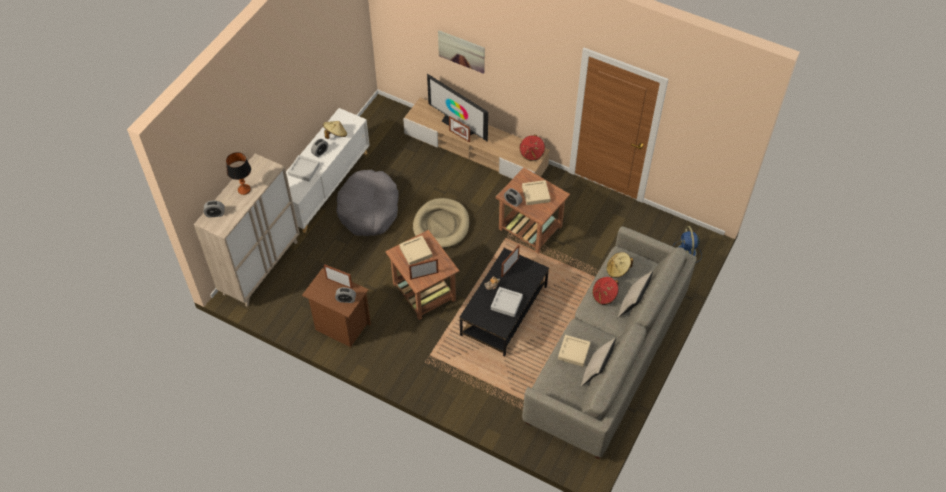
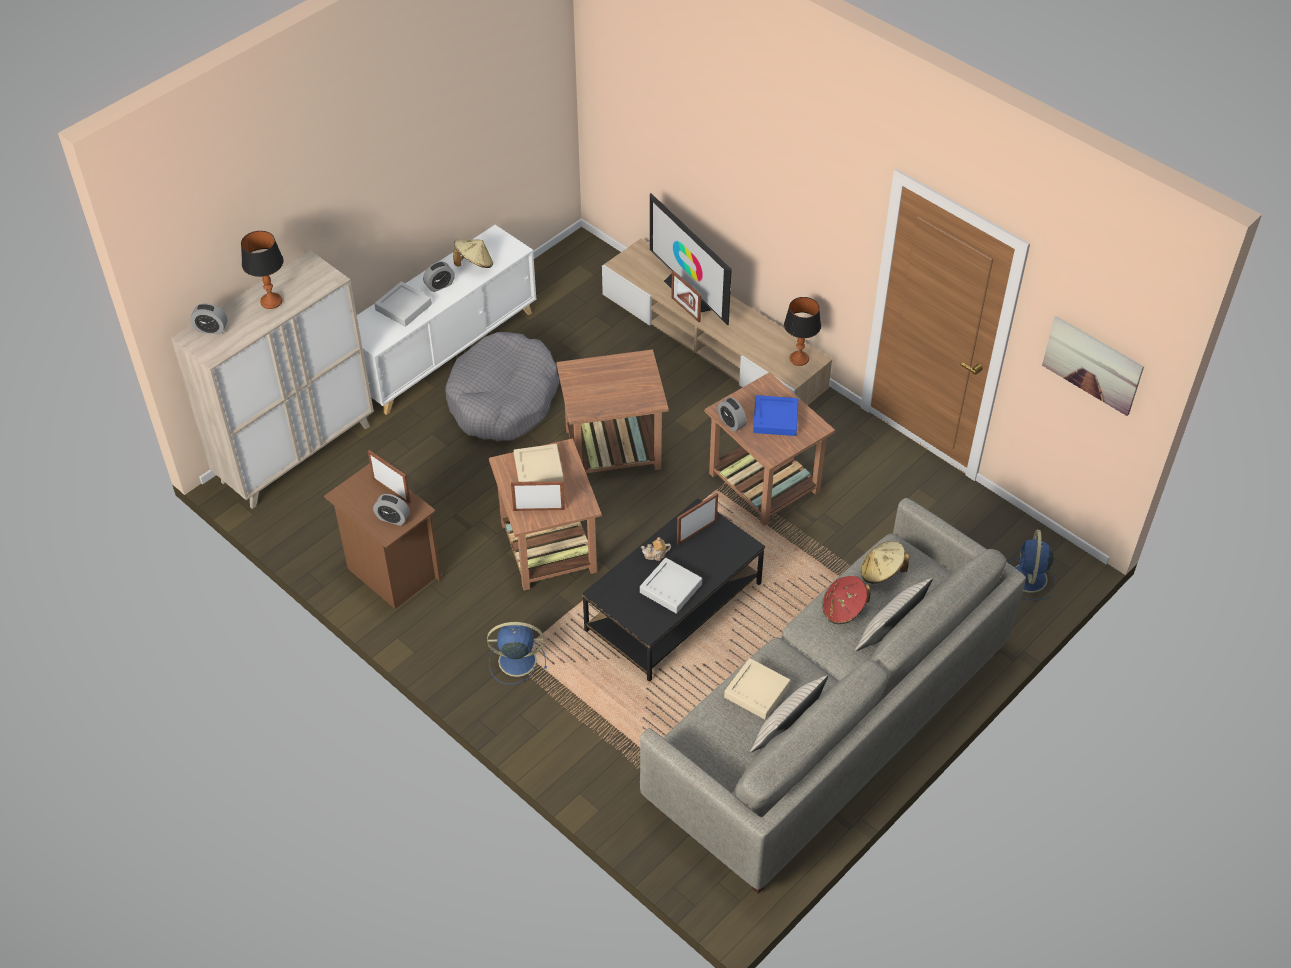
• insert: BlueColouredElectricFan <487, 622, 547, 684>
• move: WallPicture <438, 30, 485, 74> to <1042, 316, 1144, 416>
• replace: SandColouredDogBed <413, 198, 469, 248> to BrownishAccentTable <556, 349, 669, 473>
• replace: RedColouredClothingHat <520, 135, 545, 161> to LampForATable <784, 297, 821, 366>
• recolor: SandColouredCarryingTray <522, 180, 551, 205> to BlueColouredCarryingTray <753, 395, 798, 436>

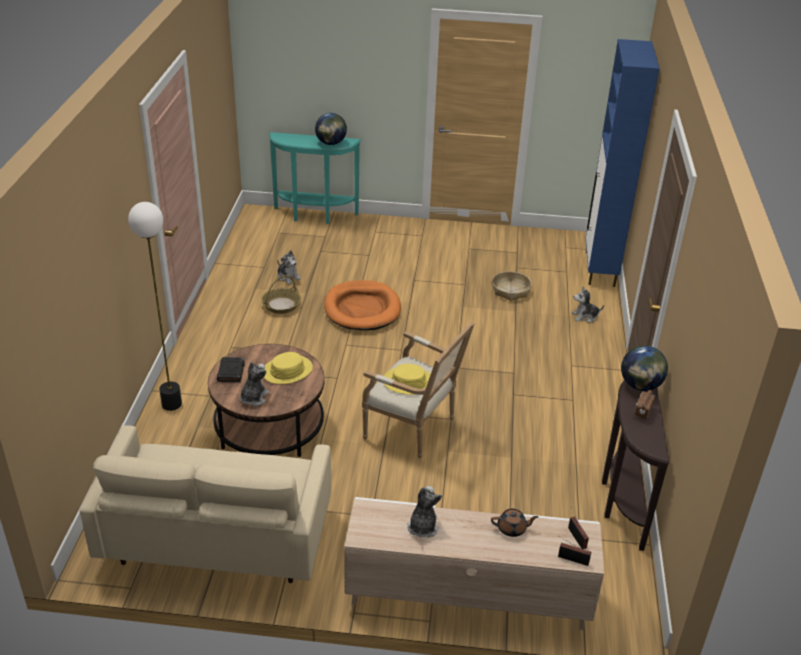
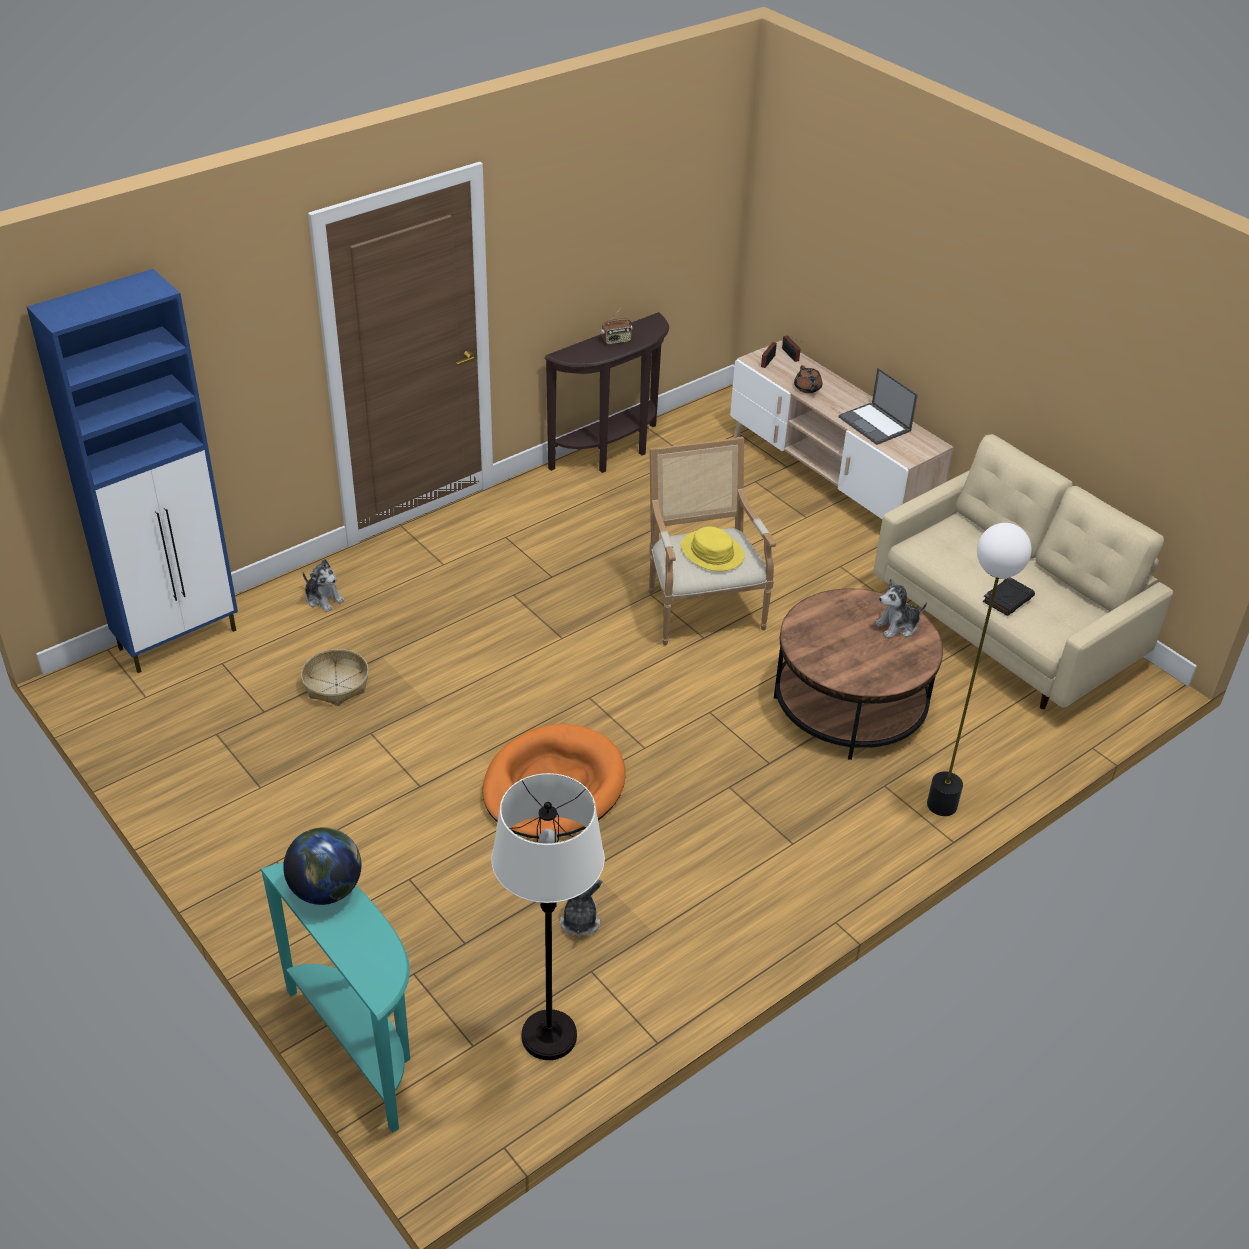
• delete: Basket <261, 275, 301, 314>
• delete: YellowColouredClothingHat <264, 352, 313, 384>
• delete: WorldGlobe <621, 345, 668, 391>
• insert: WhitishStandardLamp <491, 773, 605, 1060>
• move: BlackColouredBook <217, 357, 245, 382> to <982, 577, 1035, 616>
• replace: PlushToy <407, 486, 442, 538> to PortableComputer <839, 368, 918, 445>
• rotate: BrownishTeapot <491, 509, 538, 537> = <794, 365, 822, 393> 150 degrees counterclockwise

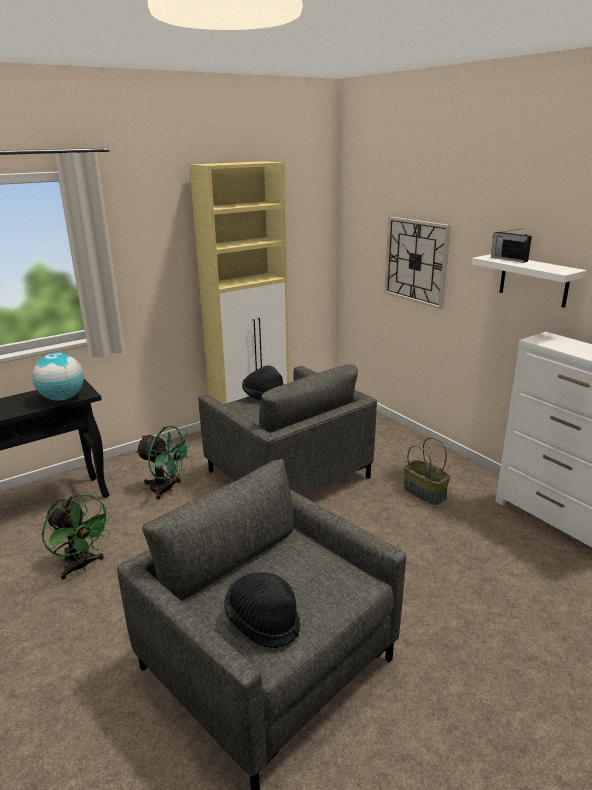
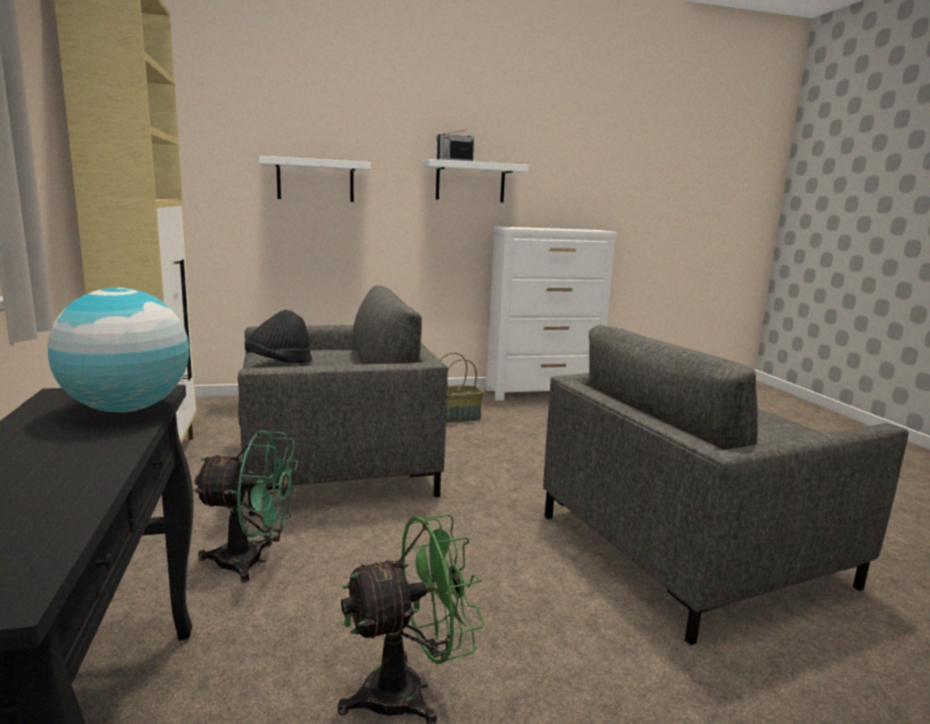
• delete: BlackColouredClothingHat <224, 572, 300, 648>
• replace: WallClock <385, 217, 451, 309> to WhitishWallShelf <259, 156, 371, 202>
• rotate: GreenElectricFan <135, 425, 192, 500> = <193, 430, 298, 583> 45 degrees clockwise

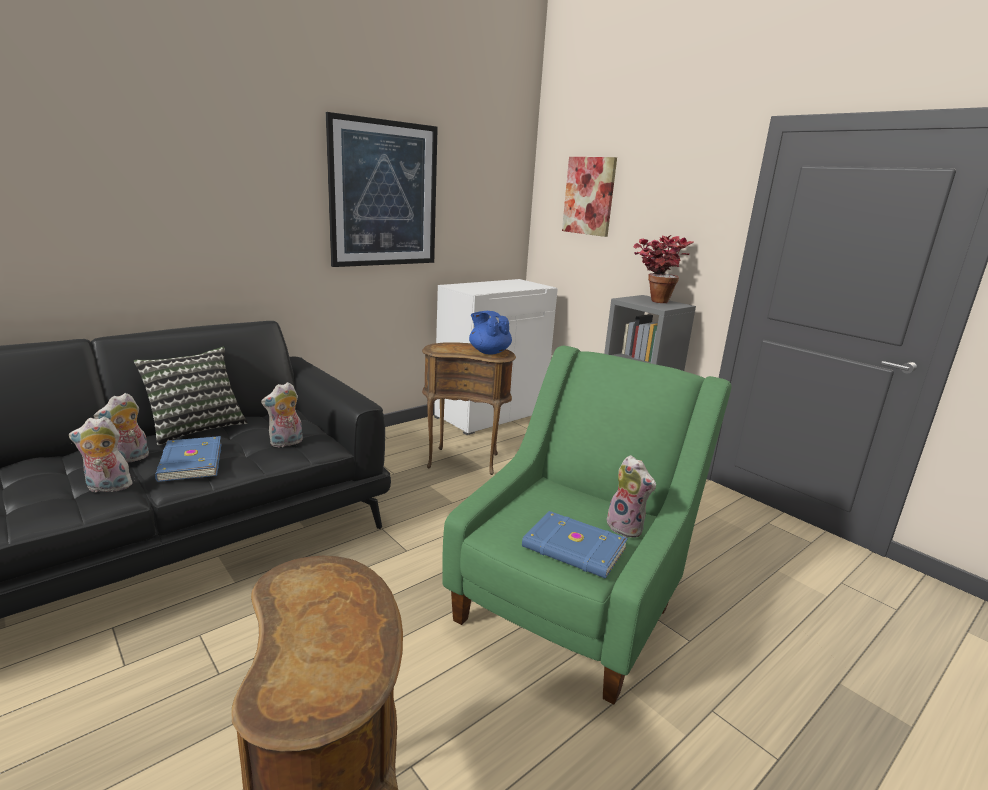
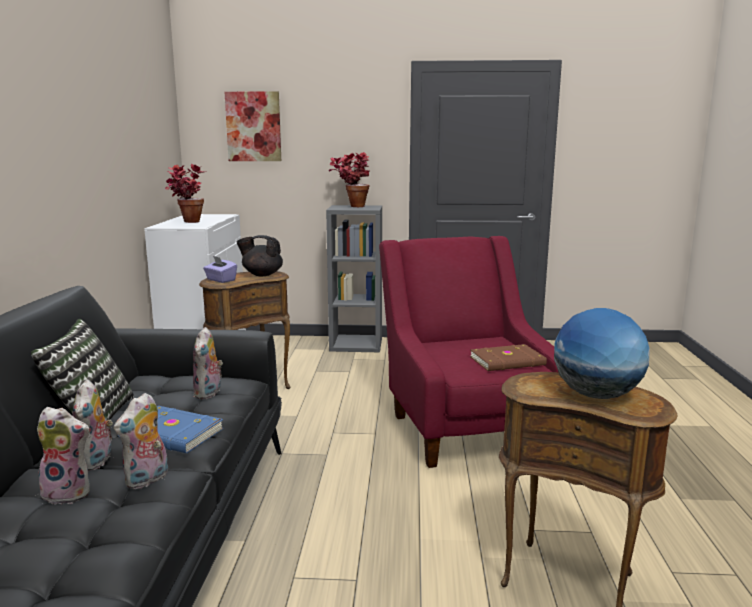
• delete: WallPicture <326, 112, 438, 267>
• insert: PottedPlant <165, 164, 205, 223>
• insert: PurpleTissueHolder <203, 256, 237, 283>
• insert: WorldGlobe <554, 308, 650, 399>
• move: PlushToy <607, 455, 656, 538> to <37, 407, 90, 505>
• recolor: GreenArmchair <442, 346, 731, 704> to RedColouredArmchair <379, 236, 558, 468>
• recolor: BlueColouredTeapot <469, 311, 512, 355> to BlackColouredTeapot <237, 235, 283, 276>
• recolor: BlueColouredBook <522, 511, 628, 579> to BrownishBook <470, 344, 547, 371>

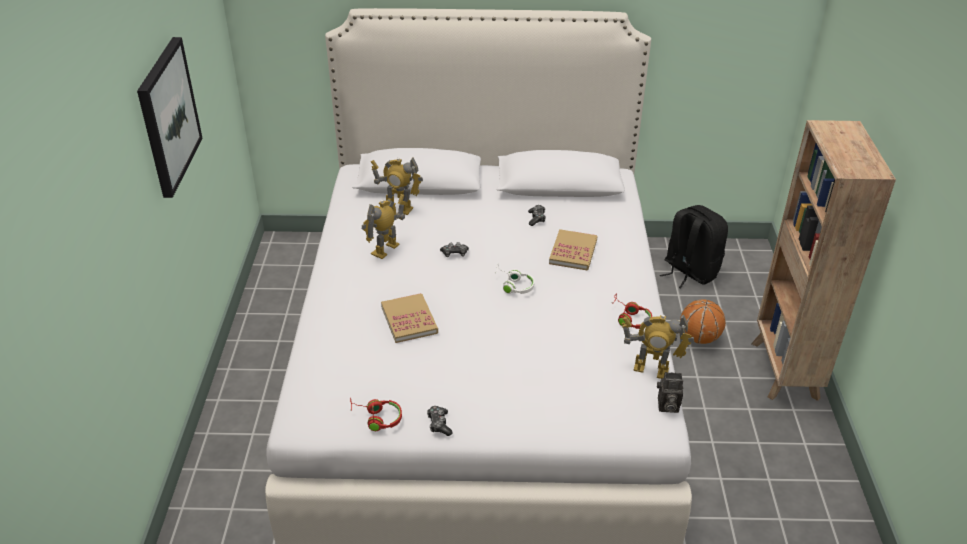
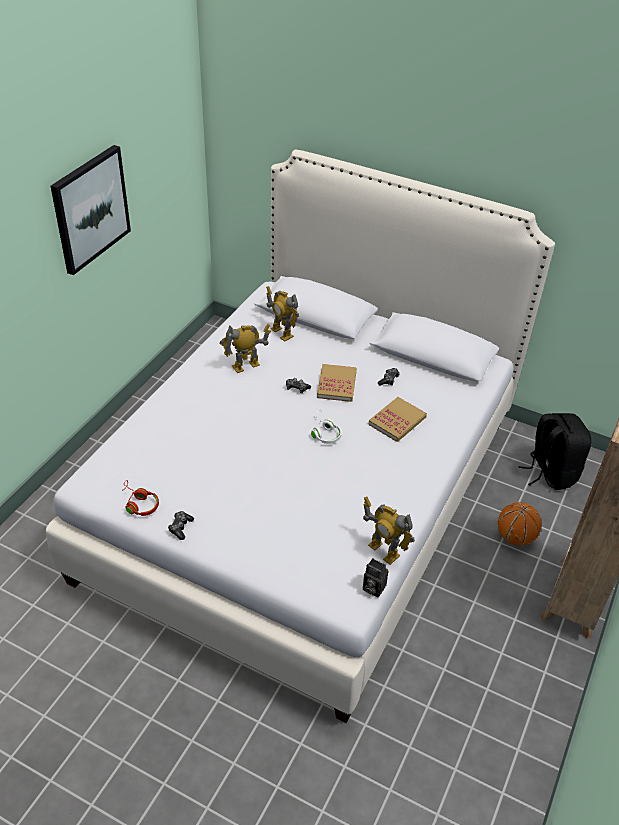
• delete: RedColouredPairOfHeadphones <612, 294, 652, 329>
• move: Book <381, 293, 438, 343> to <317, 364, 357, 402>

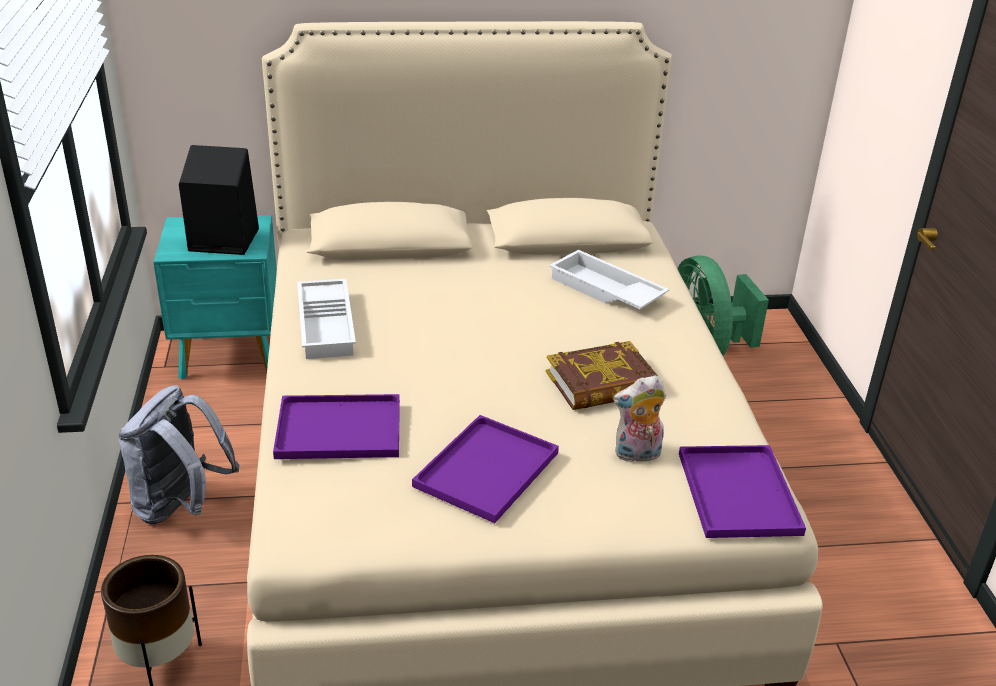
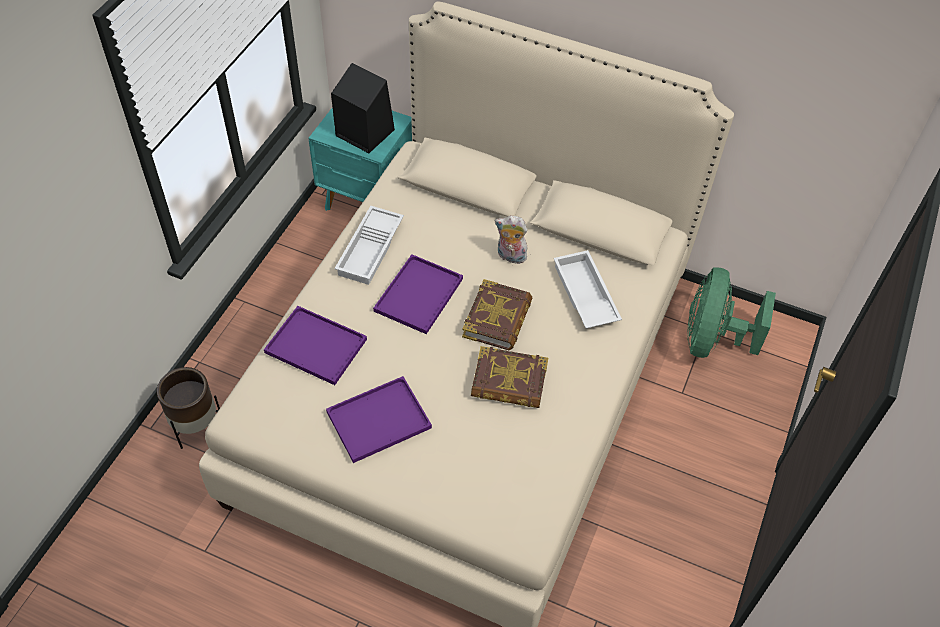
• delete: GrayBackpack <119, 385, 239, 524>
• insert: Book <462, 279, 532, 351>
• move: PlushToy <613, 375, 666, 462> to <495, 216, 528, 264>
• move: PurpleCarryingTray <679, 445, 806, 538> to <373, 254, 463, 334>

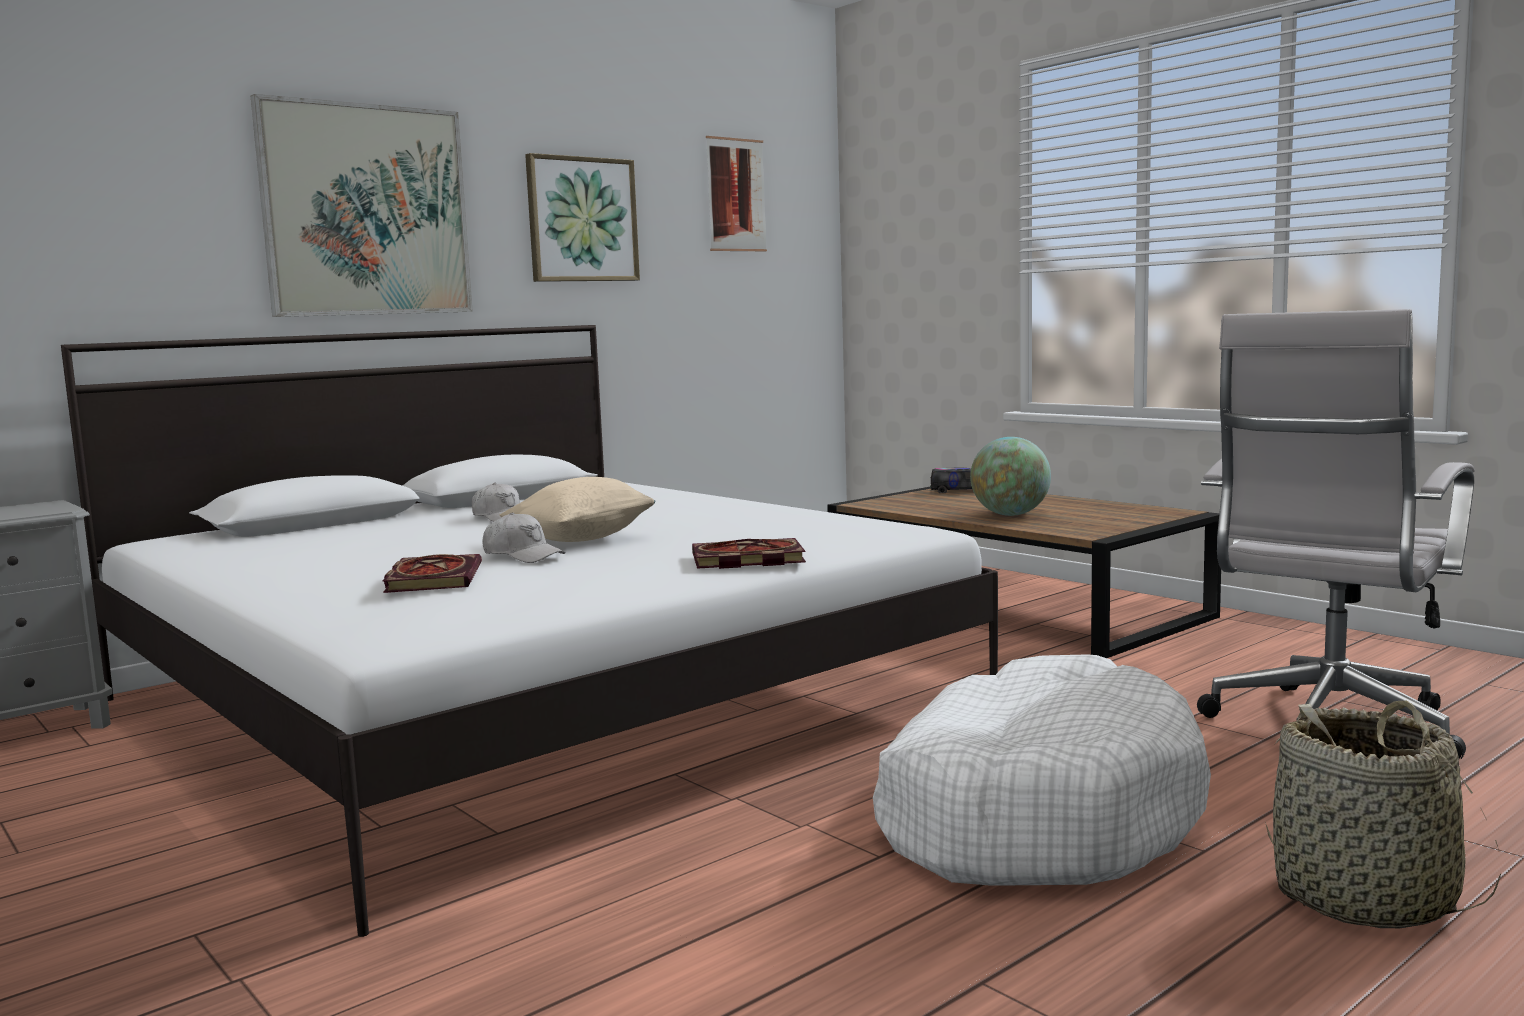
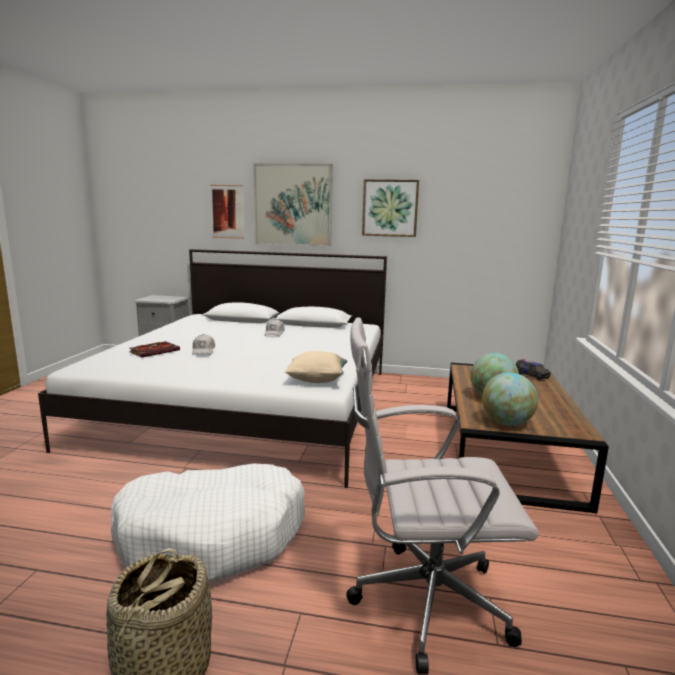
• delete: Book <692, 538, 806, 569>
• insert: WorldGlobe <482, 372, 538, 426>
• move: SandColouredCushion <500, 477, 656, 542> to <285, 351, 348, 383>
• move: WallPicture <706, 136, 767, 251> to <210, 185, 244, 239>

